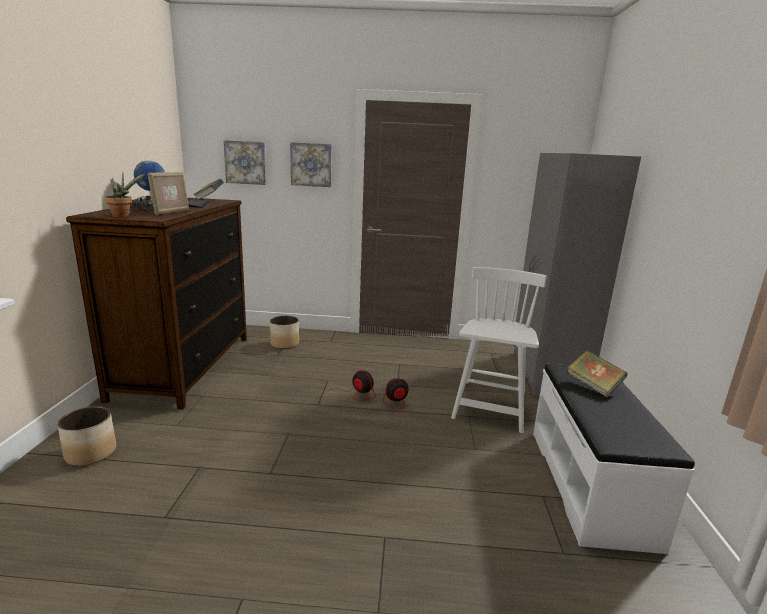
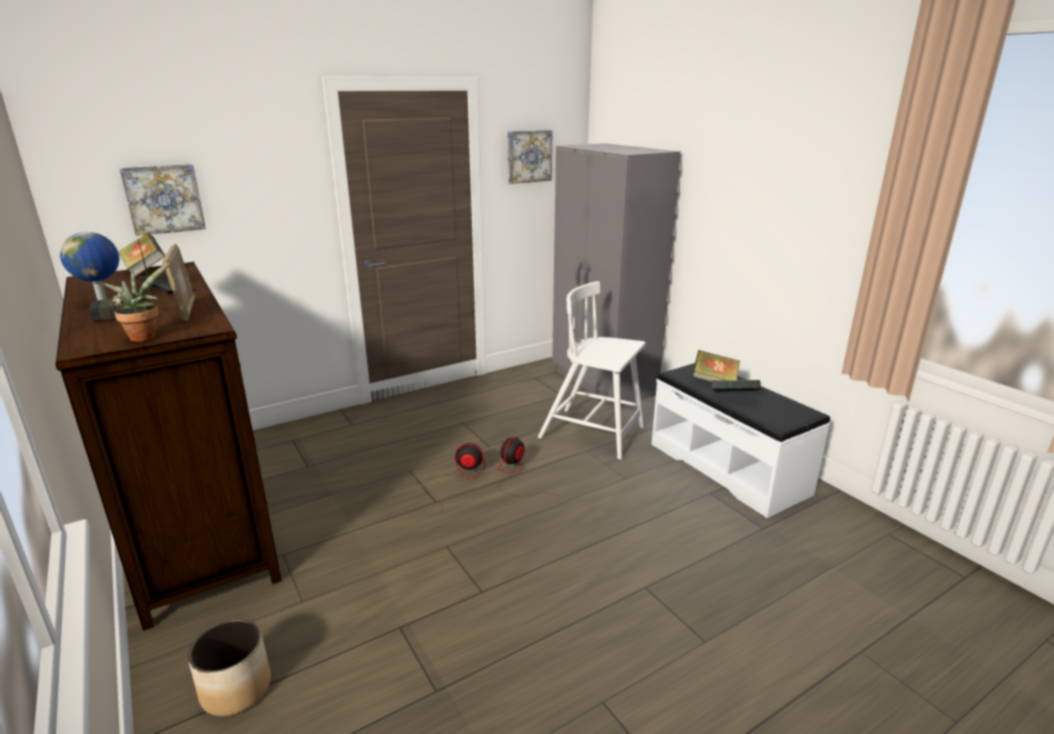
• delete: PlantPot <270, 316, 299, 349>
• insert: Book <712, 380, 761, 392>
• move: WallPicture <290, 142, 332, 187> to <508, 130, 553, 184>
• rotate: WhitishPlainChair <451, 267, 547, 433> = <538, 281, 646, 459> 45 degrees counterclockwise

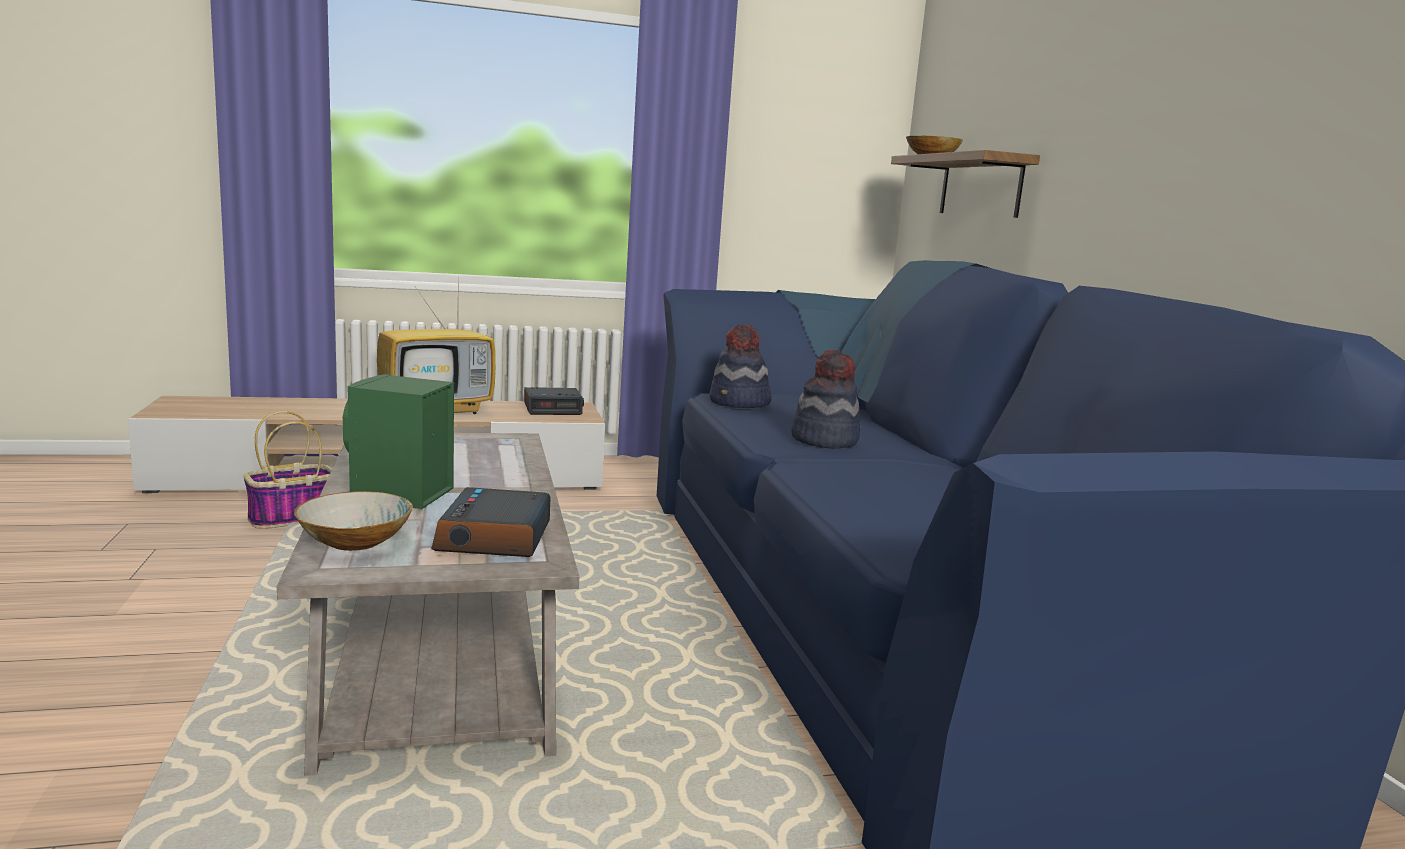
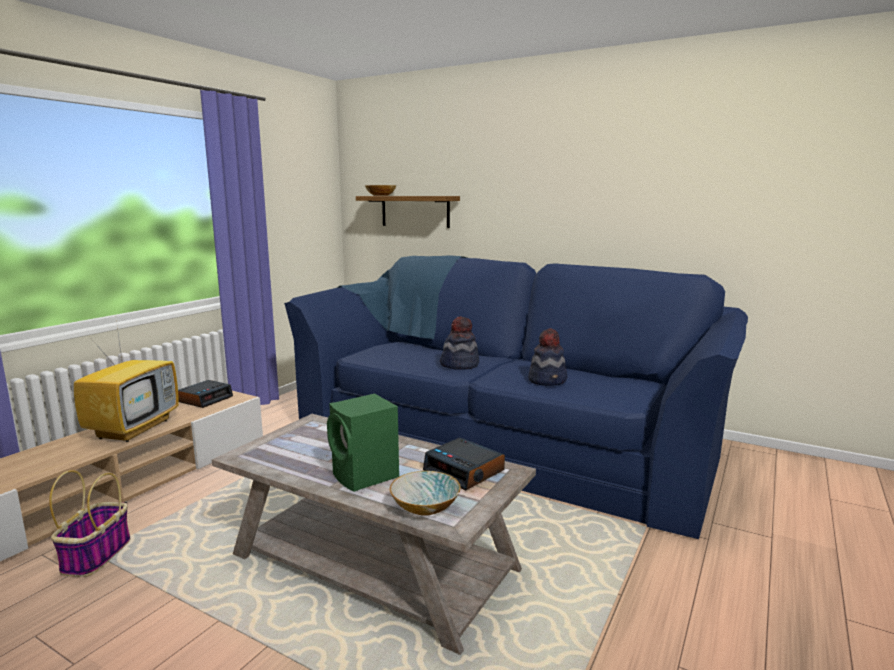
• move: ClothingHat <709, 325, 772, 408> to <528, 328, 567, 386>

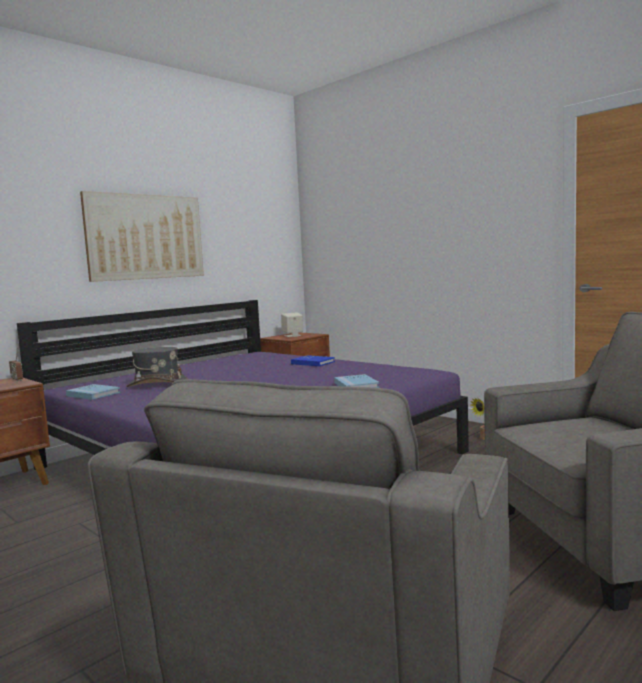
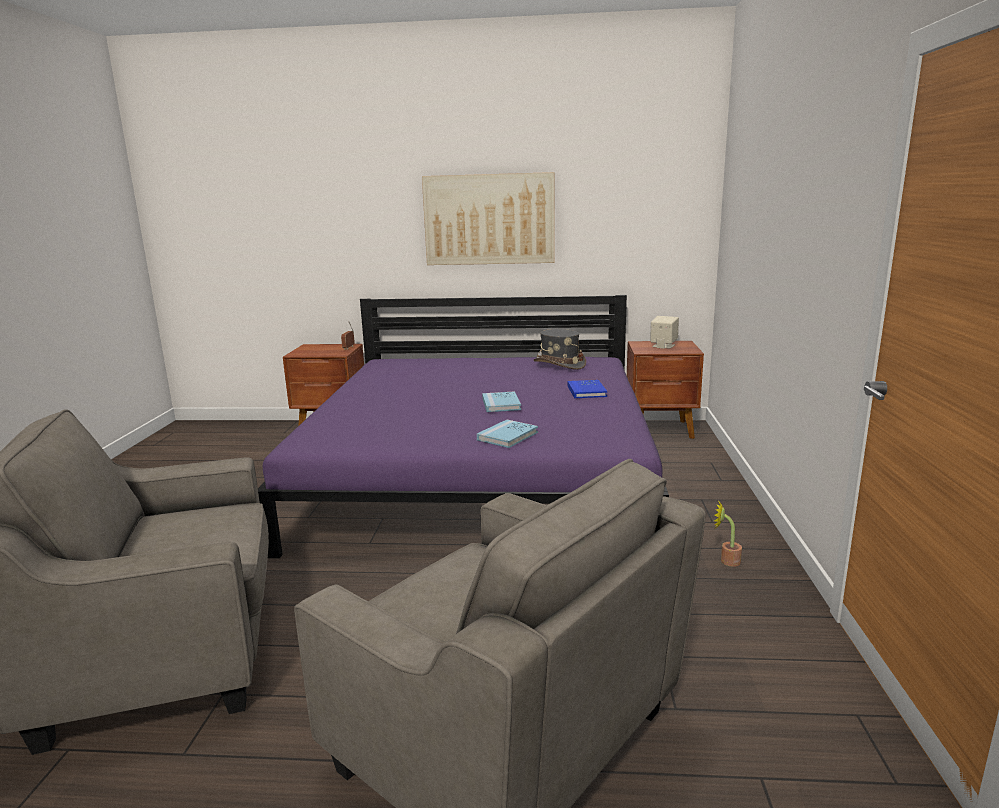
• move: BlueColouredBook <66, 384, 120, 400> to <482, 391, 521, 412>
• move: GrayClothingHat <126, 347, 188, 387> to <534, 329, 586, 370>

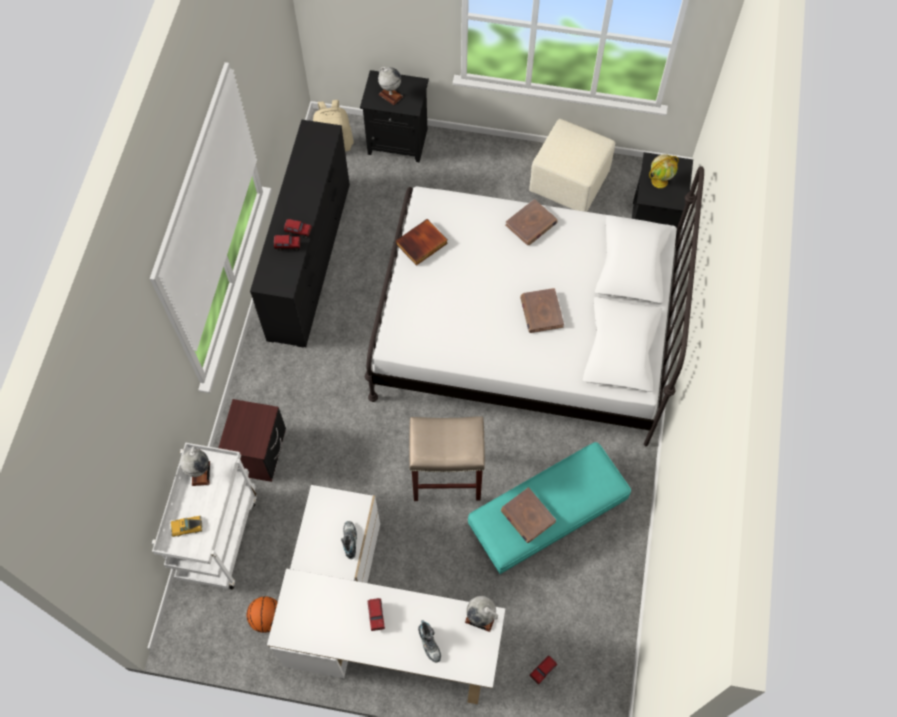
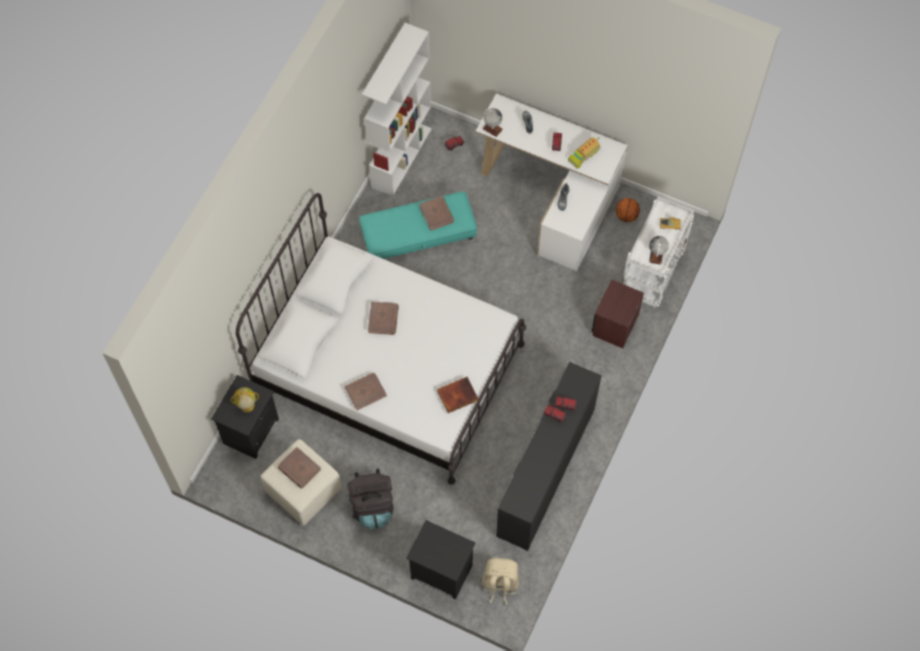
• delete: WorldGlobe <378, 67, 403, 105>
• delete: SandColouredStoolSeat <409, 416, 485, 501>
• insert: BrownishBook <278, 447, 321, 488>
• insert: BlackColouredBackpack <347, 469, 394, 529>
• insert: WhitishBookshelf <362, 23, 432, 196>
• insert: ModelTruck <568, 137, 600, 169>

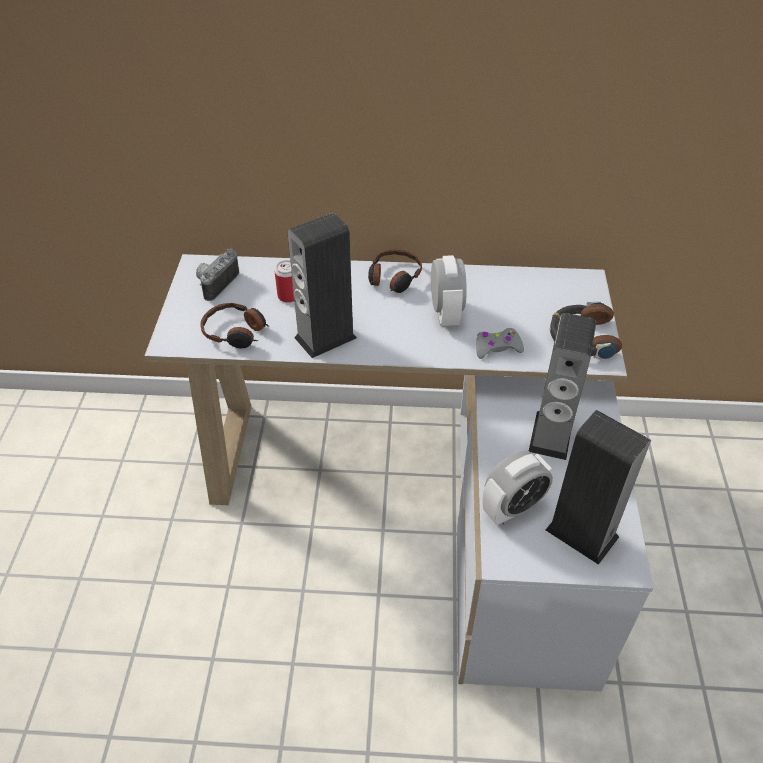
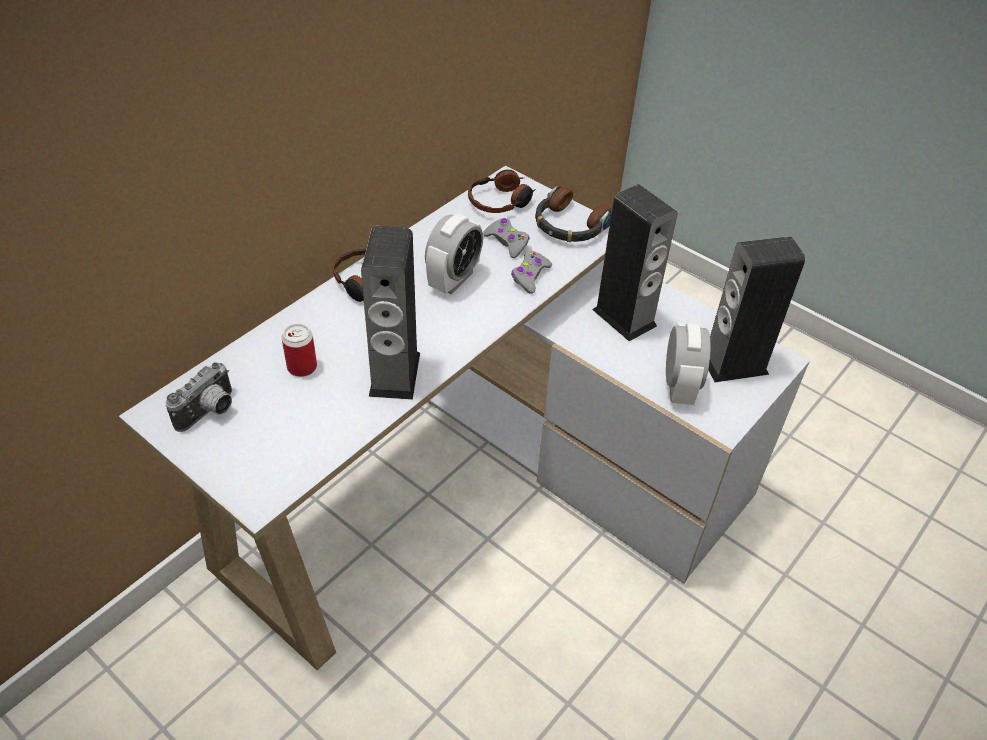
• insert: GrayGamepad <483, 218, 530, 258>
• move: PairOfHeadphones <200, 303, 269, 348> to <468, 170, 536, 213>
• rotate: StillCamera <196, 248, 239, 301> = <165, 362, 232, 432> 120 degrees counterclockwise
• rotate: TableClock <431, 255, 467, 326> = <425, 214, 483, 294> 90 degrees clockwise

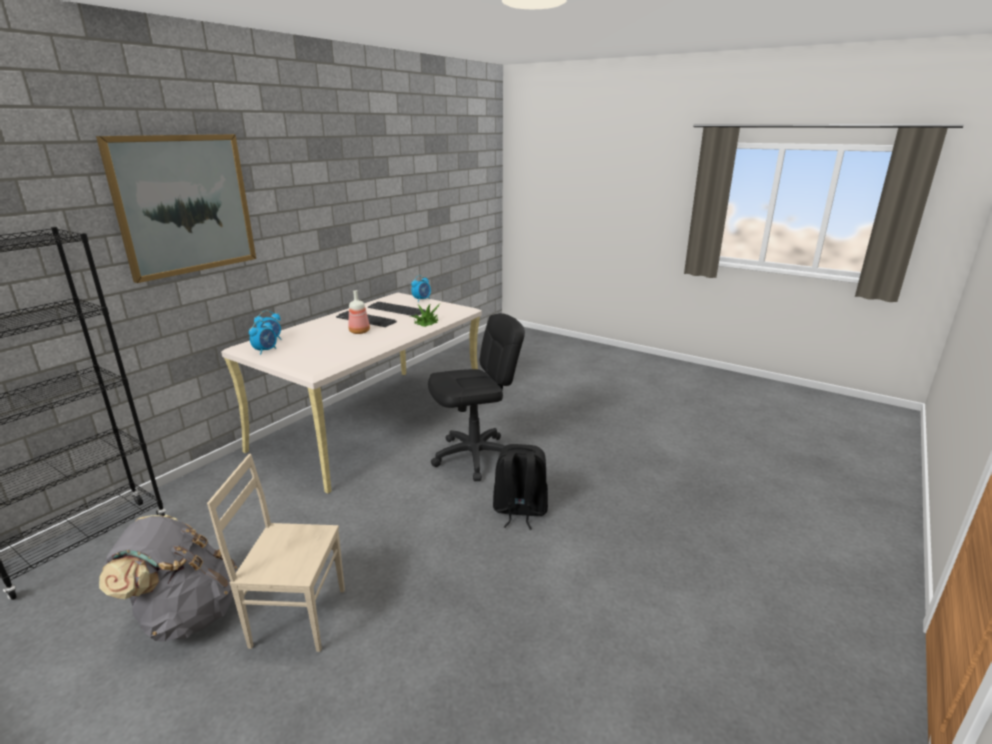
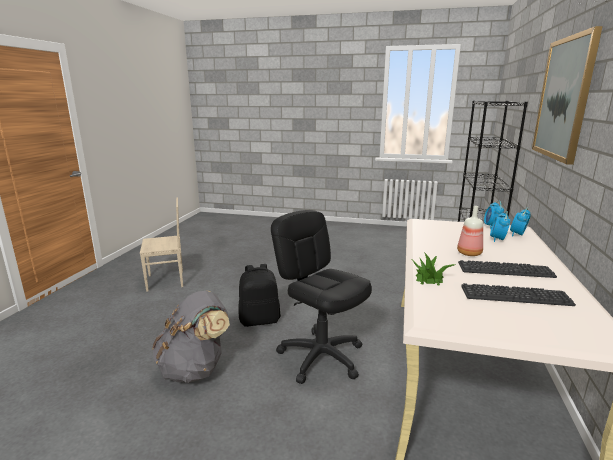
• move: GrayBackpack <99, 515, 237, 642> to <152, 291, 230, 383>
• move: SandColouredPlainChair <207, 454, 345, 652> to <140, 197, 183, 292>
• move: TableClock <411, 275, 431, 302> to <490, 211, 510, 242>
• rotate: BlackColouredOfficeChair <428, 313, 525, 481> = <271, 210, 372, 384> 90 degrees clockwise

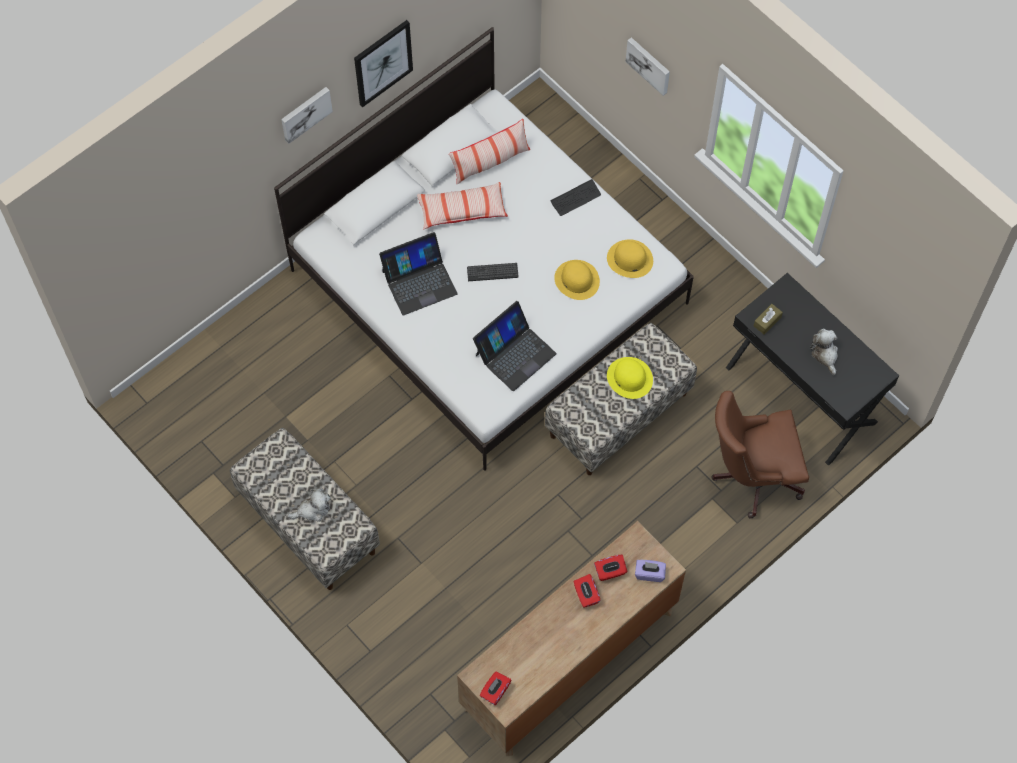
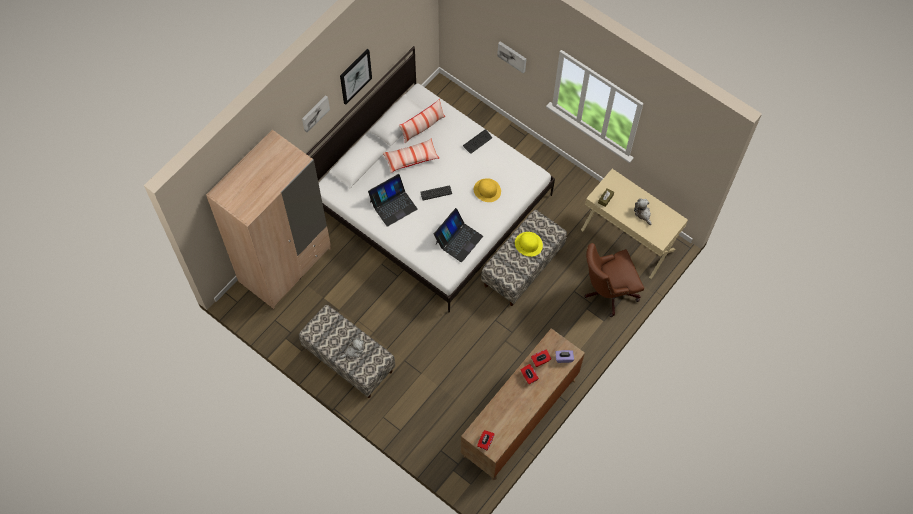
• delete: YellowColouredClothingHat <607, 239, 653, 278>
• insert: SandColouredArmoire <206, 129, 331, 309>
• recolor: BlackColouredDeskUnit <726, 273, 899, 466> to SandColouredDeskUnit <581, 169, 688, 279>

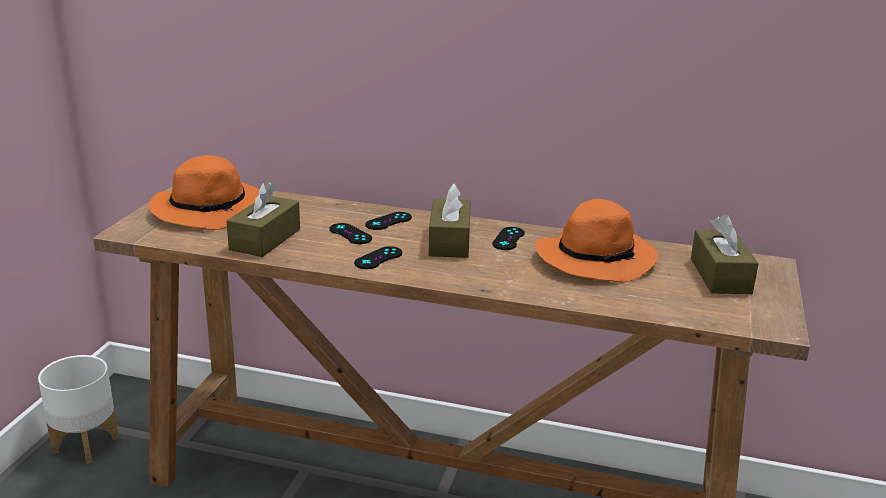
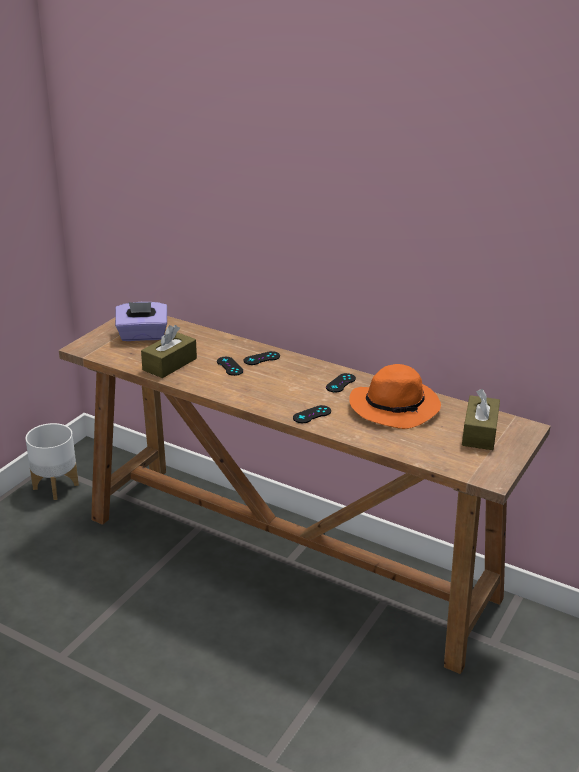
• delete: BrownishTissueHolder <429, 183, 471, 258>
• move: BlackColouredGamepad <354, 246, 402, 269> to <293, 405, 331, 423>
• replace: OrangeClothingHat <149, 155, 259, 230> to PurpleTissueHolder <115, 302, 167, 341>

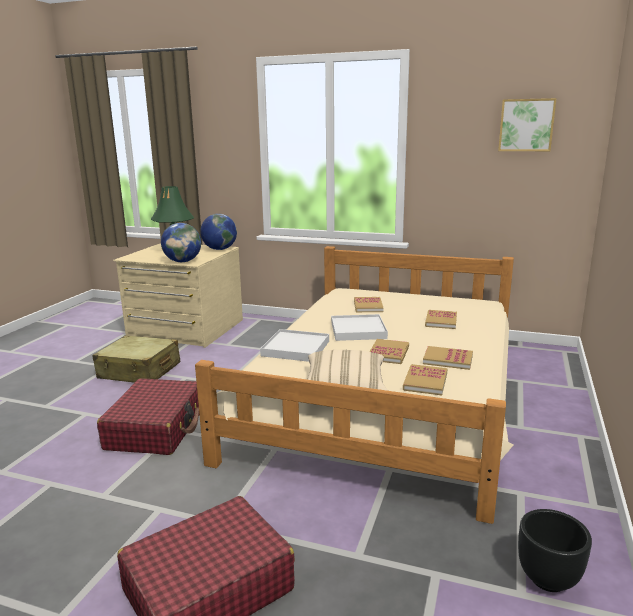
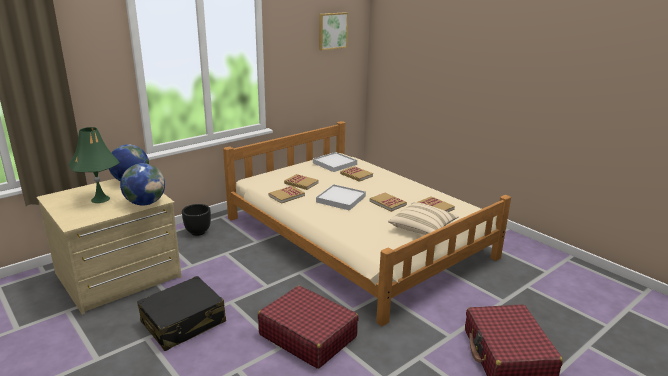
• move: WhitishCarryingTray <260, 329, 329, 362> to <313, 152, 357, 172>
• move: Book <423, 346, 473, 370> to <268, 186, 305, 204>
• move: BlackColouredPlantPot <518, 509, 592, 592> to <182, 204, 211, 236>
• recolor: SandColouredSuitcase <92, 335, 181, 383> to BlackColouredSuitcase <137, 276, 226, 351>

